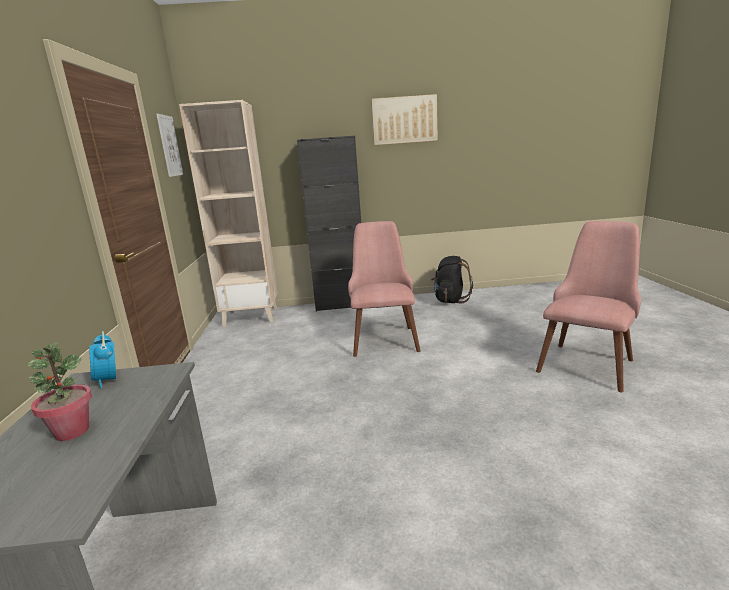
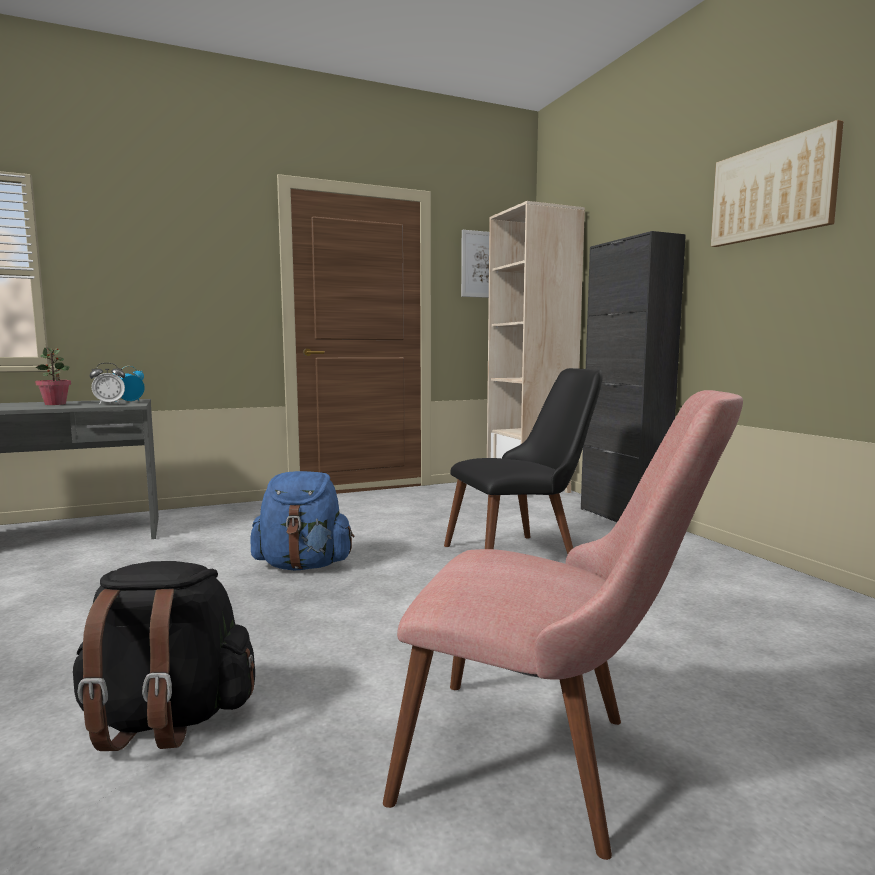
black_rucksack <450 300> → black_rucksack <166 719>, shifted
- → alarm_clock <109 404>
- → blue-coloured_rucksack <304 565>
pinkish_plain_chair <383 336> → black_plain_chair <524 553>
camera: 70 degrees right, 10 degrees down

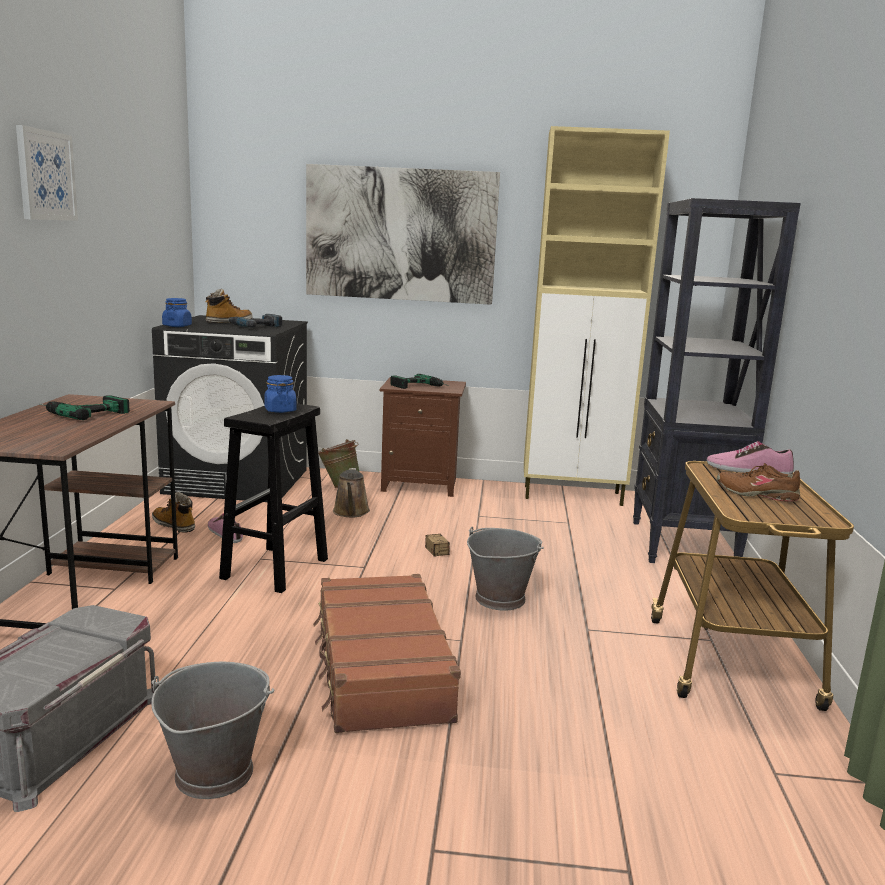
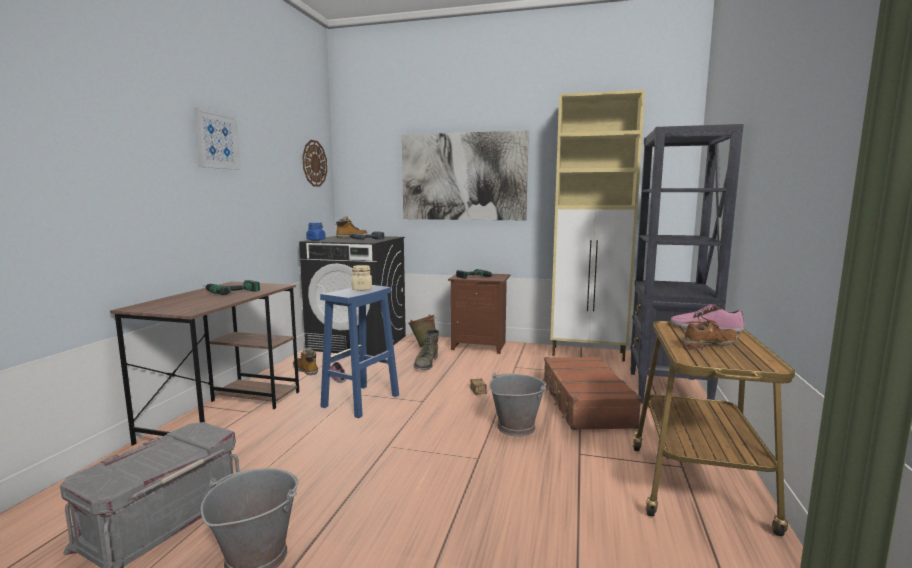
- → hanging_clock <314 163>
black_stool_seat <274 569> → blue-coloured_stool_seat <360 401>
blue-coloured_storage_jar <280 410> → beige_storage_jar <362 289>
brown_sprinkling_can <351 512> → greenish_boot <426 363>
brown_travel_case <380 669> → brown_travel_case <585 404>, shifted
brown_item_of_footwear <756 494> → brown_item_of_footwear <709 345>, 120 degrees clockwise
camera: 10 degrees right, 5 degrees down

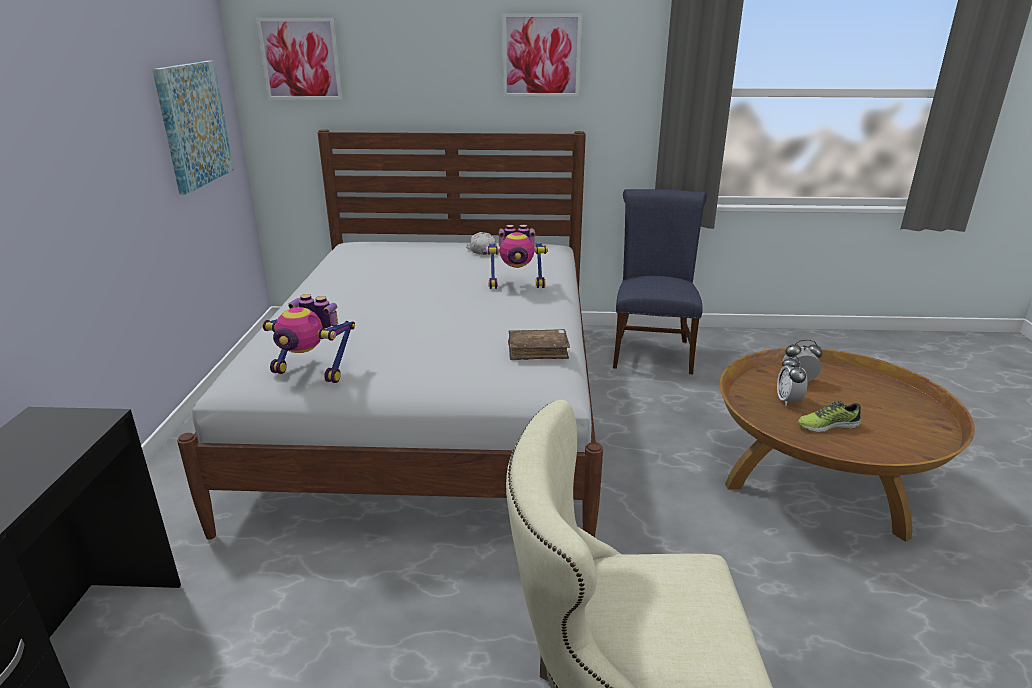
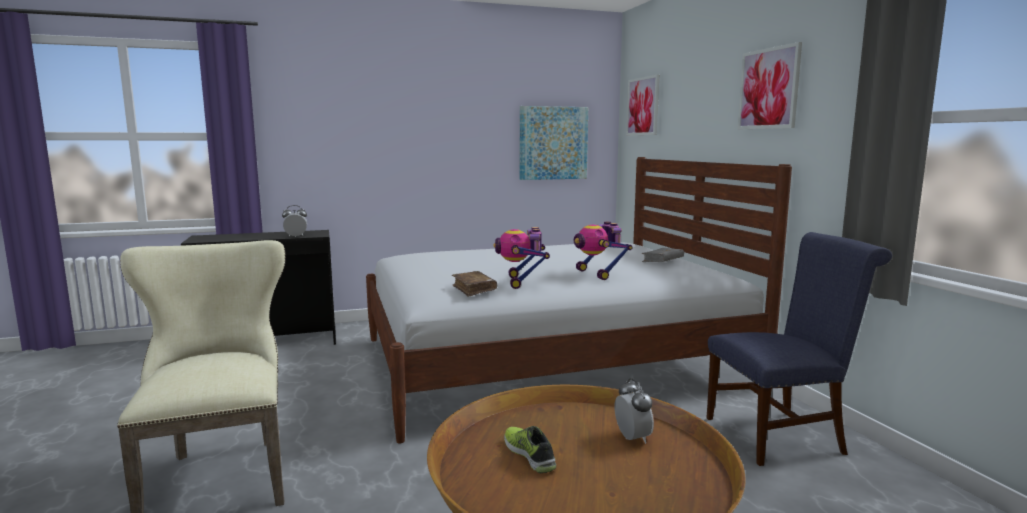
alarm_clock <788 401> → alarm_clock <296 236>, shifted
robot_figure <312 372> → robot_figure <522 282>, shifted
white-coloured_cap <481 250> → greyish_volume <662 261>
camera: 70 degrees right, 15 degrees down

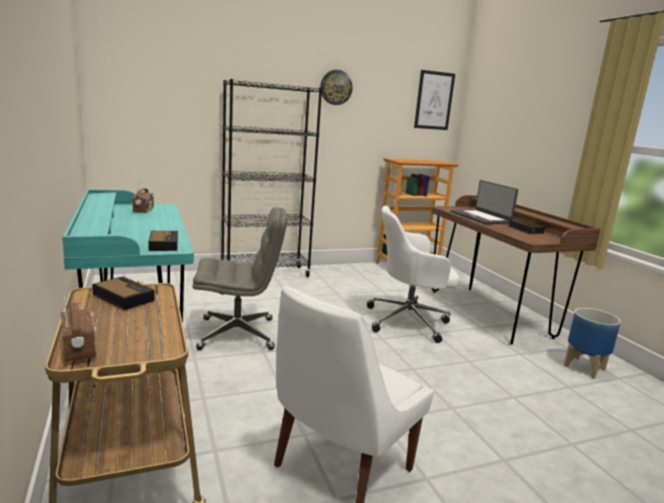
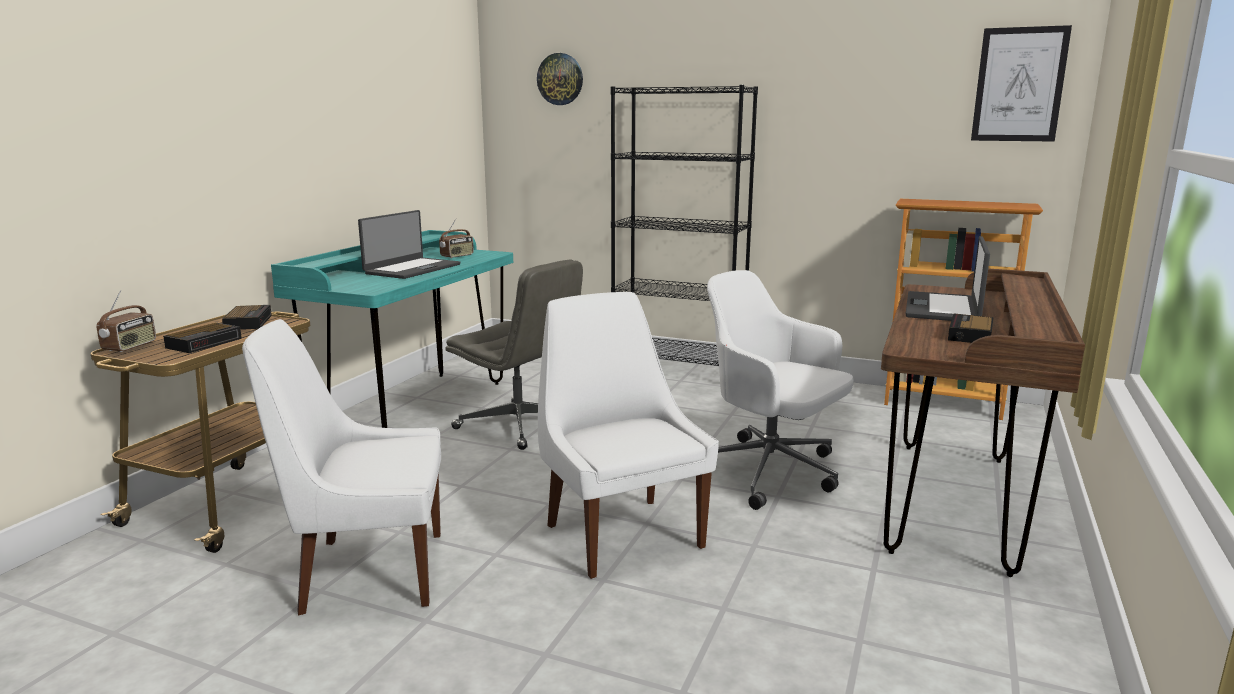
alarm_clock <164 244> → alarm_clock <205 343>, shifted
- → portable_computer <412 269>
hanging_clock <336 87> → hanging_clock <560 79>, shifted
- → white-coloured_plain_chair <621 533>
planter <585 367> → -
camera: 45 degrees right, 0 degrees up

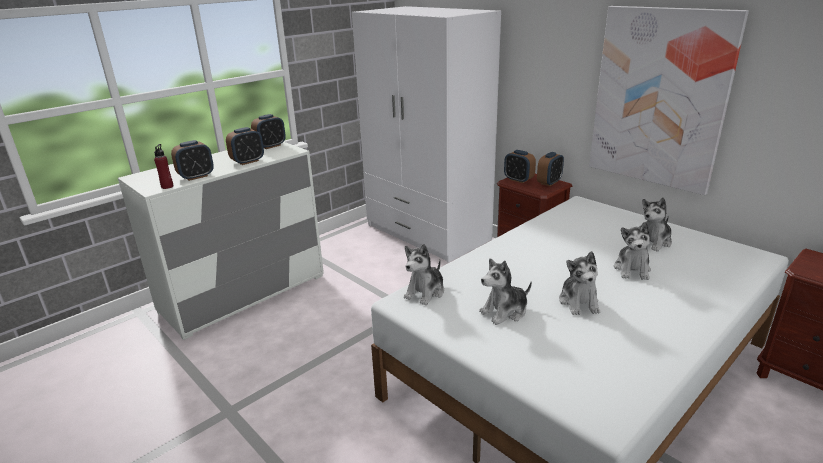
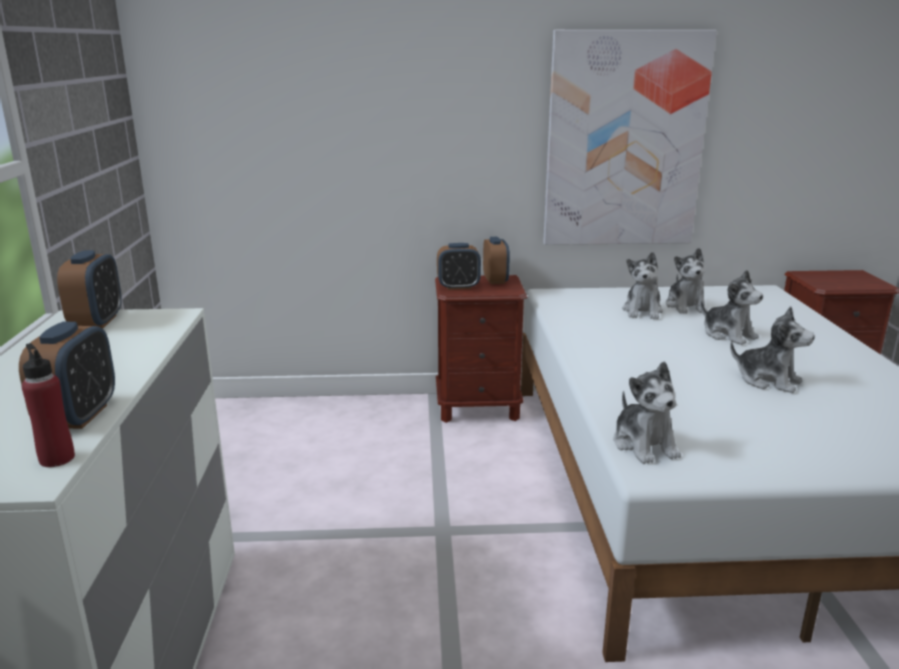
soft_toy <505 312> → soft_toy <642 311>, shifted
alarm_clock <248 161> → -
white-coloured_armoire <427 233> → -
camera: 50 degrees left, 5 degrees down

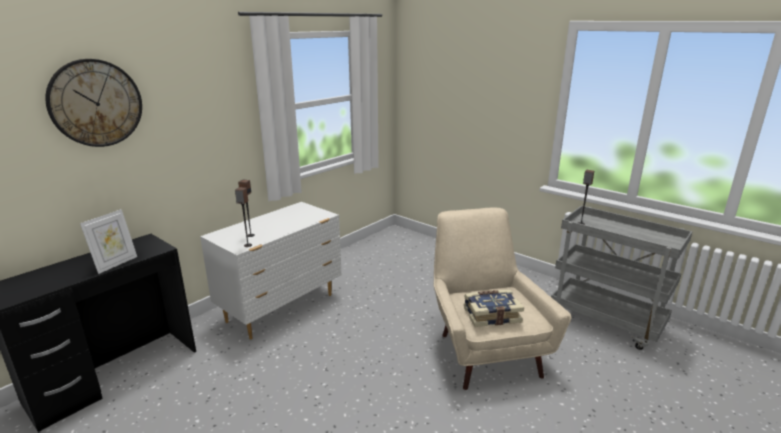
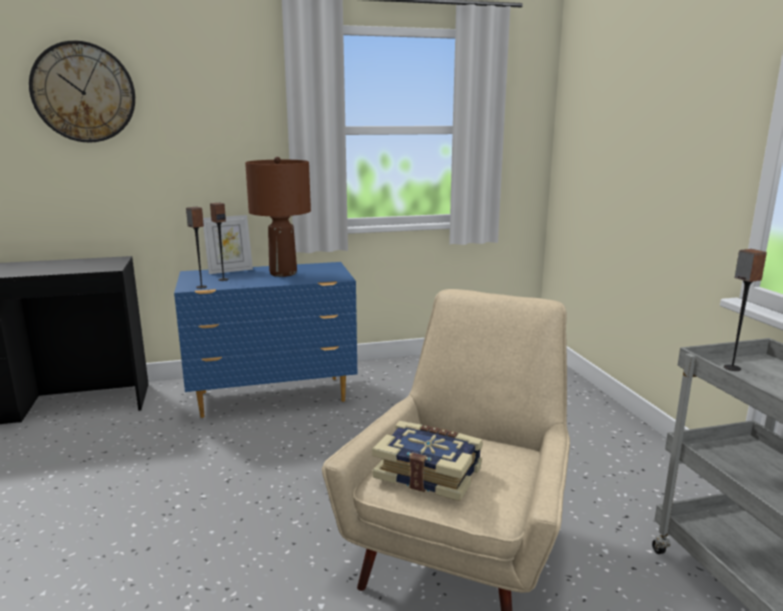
white-coloured_drawer_chest <282 308> → blue-coloured_drawer_chest <274 397>
photo_frame <115 264> → photo_frame <230 270>, shifted
- → brown_tabletop_lamp <284 273>
camera: 35 degrees right, 5 degrees down

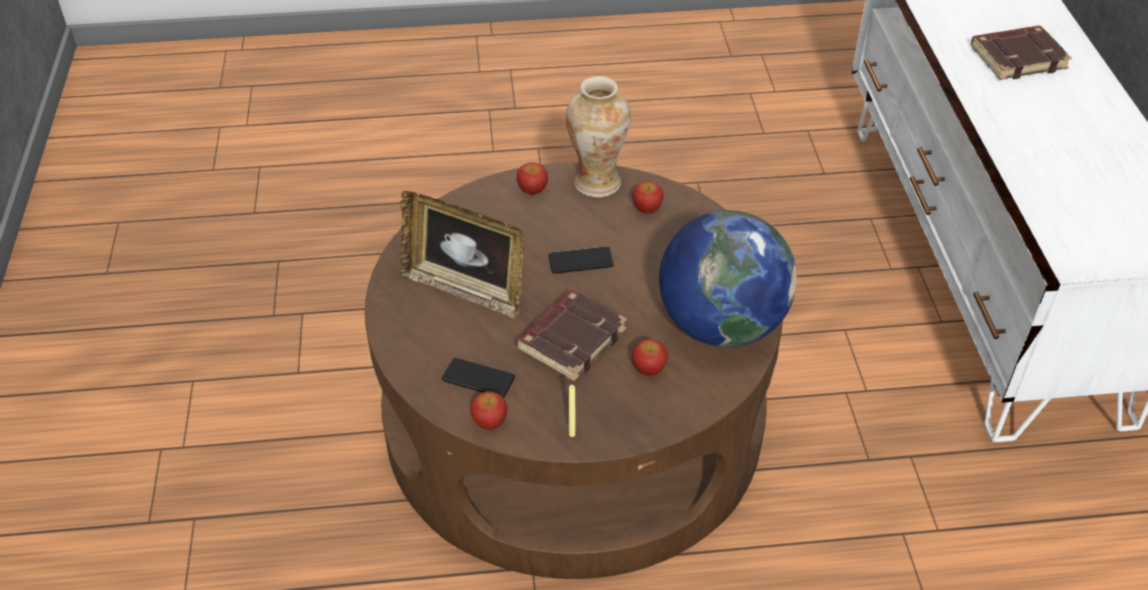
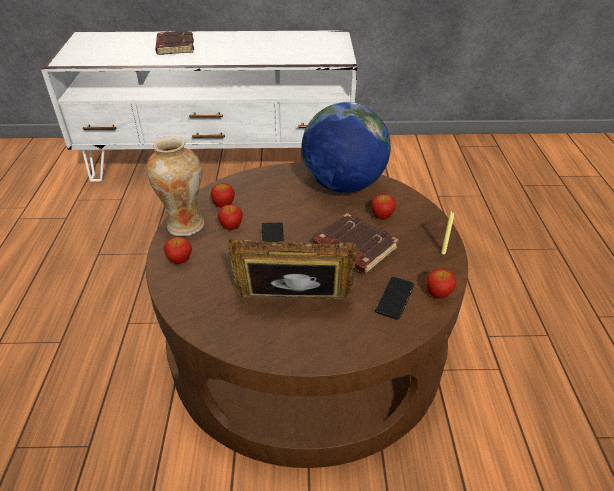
- → whole_apple <231 226>
photo_frame <465 289> → photo_frame <293 304>, 120 degrees counterclockwise
camera: 85 degrees left, 5 degrees down

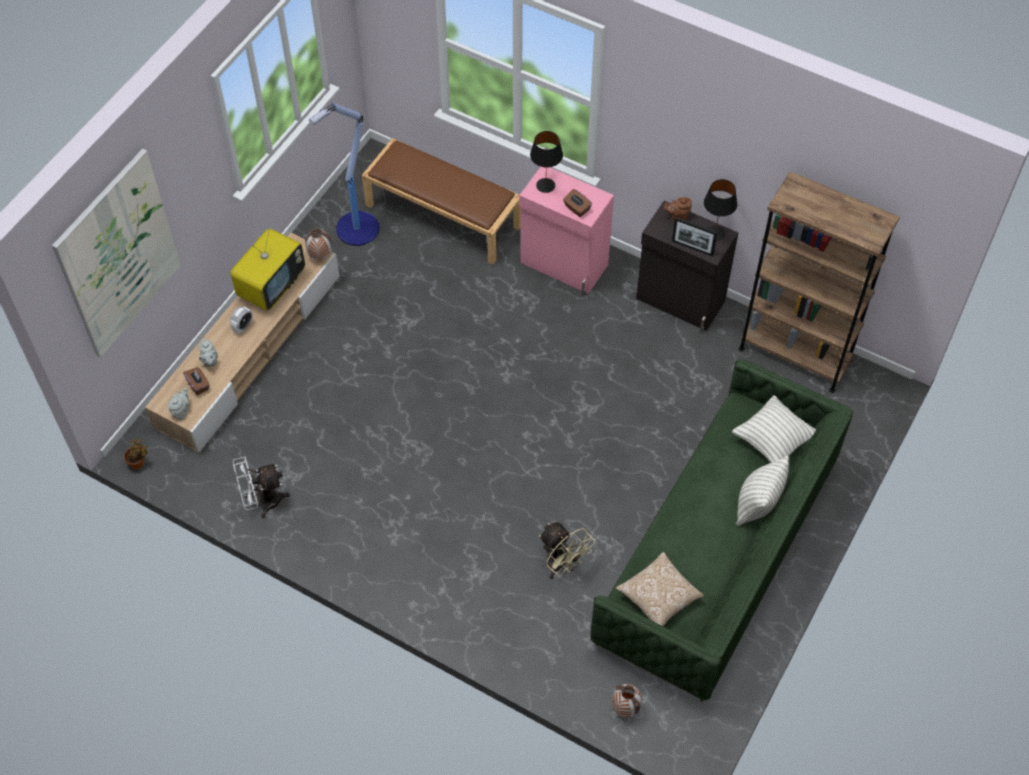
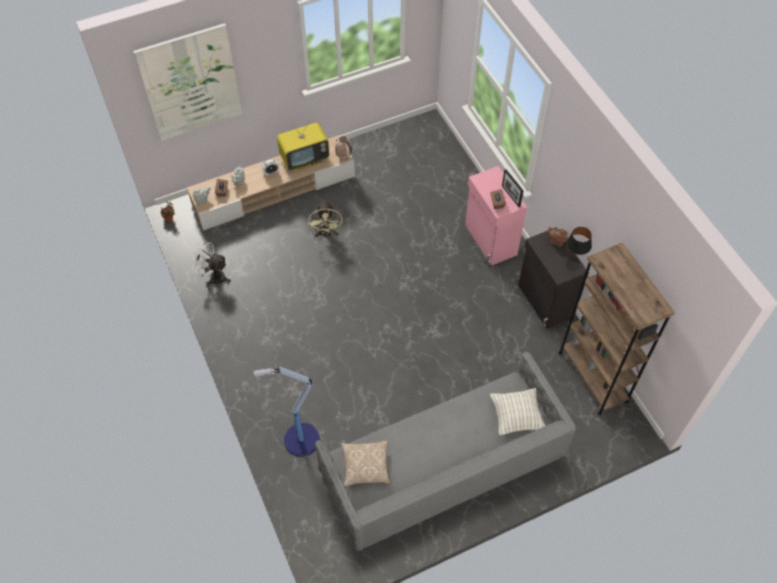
standing_lamp <356 229> → standing_lamp <300 440>, shifted
beige_cooling_fan <562 565> → beige_cooling_fan <326 234>, shifted
greenish_settee <716 553> → greyish_settee <442 467>
photo_frame <692 247> → photo_frame <511 196>, shifted
brown_long_seat <444 215> → -
black_tabletop_lamp <545 185> → -
flower_vase <626 709> → -
cushion <757 504> → -
camera: 35 degrees right, 0 degrees up

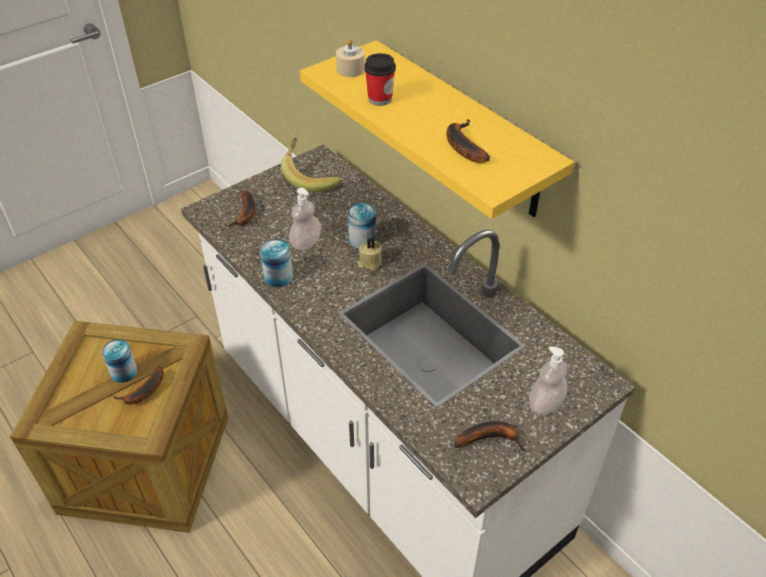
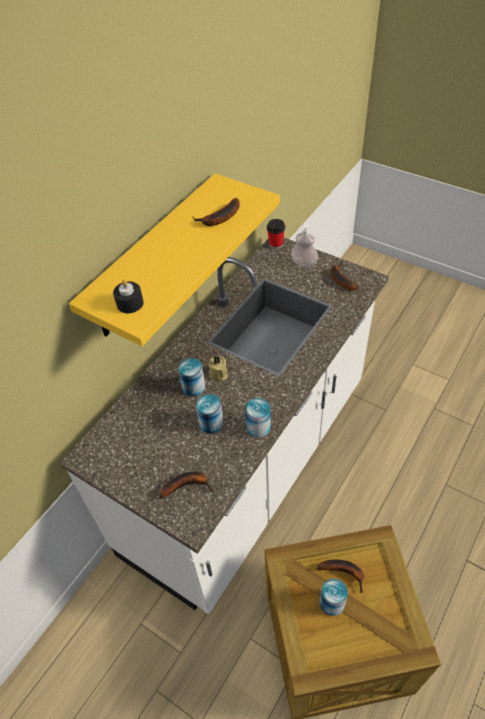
beige_wax_candle <350 69> → black_wax_candle <130 303>
soap_dispenser <306 243> → can <211 423>
cup <380 99> → cup <276 244>, shifted
banana <310 177> → -
camera: 105 degrees left, 5 degrees up

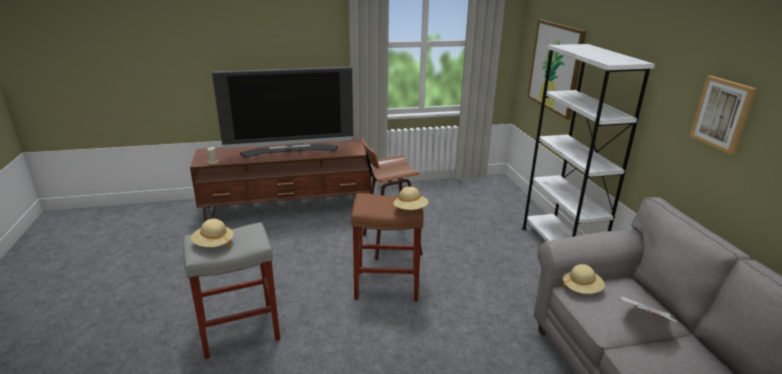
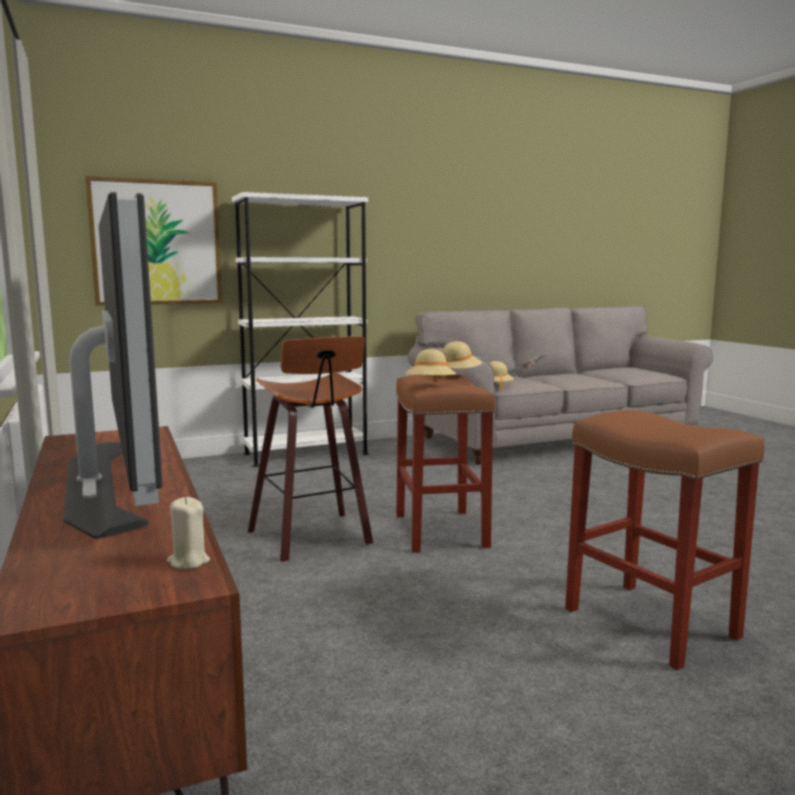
beige_wearable_hat <213 244> → beige_wearable_hat <430 386>, shifted
greyish_stool_seat <241 330> → brown_stool_seat <647 622>
wall_picture <722 114> → -
camera: 100 degrees left, 15 degrees down

